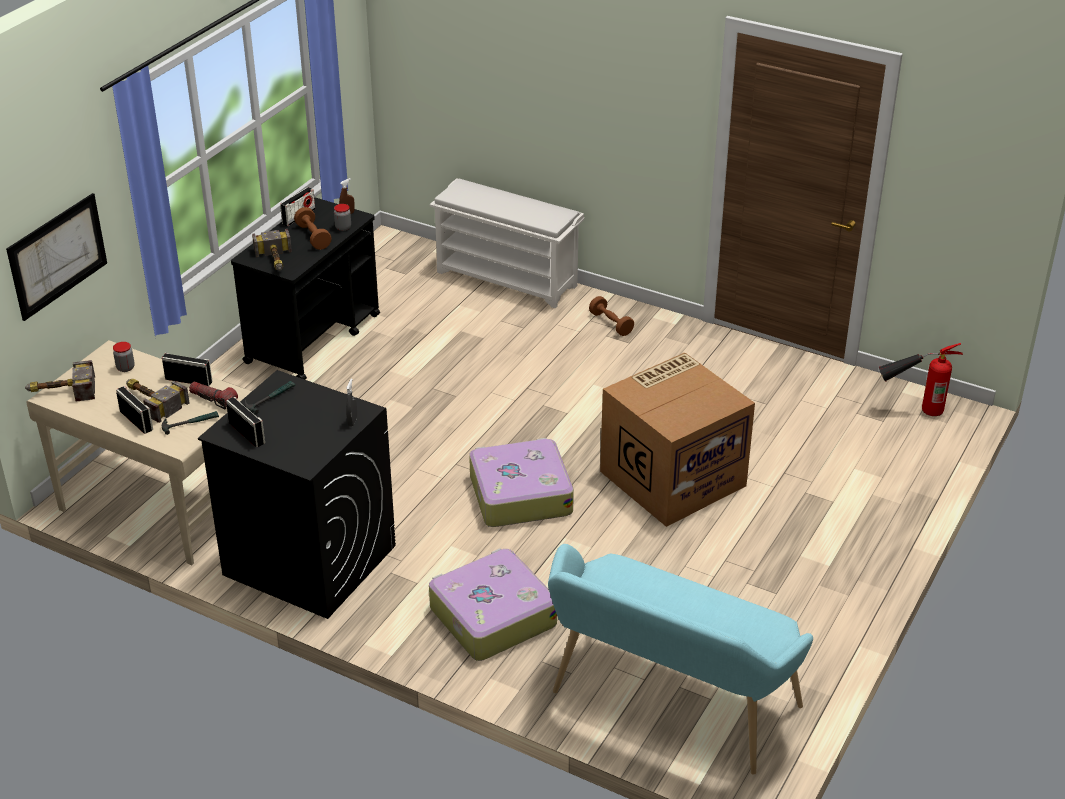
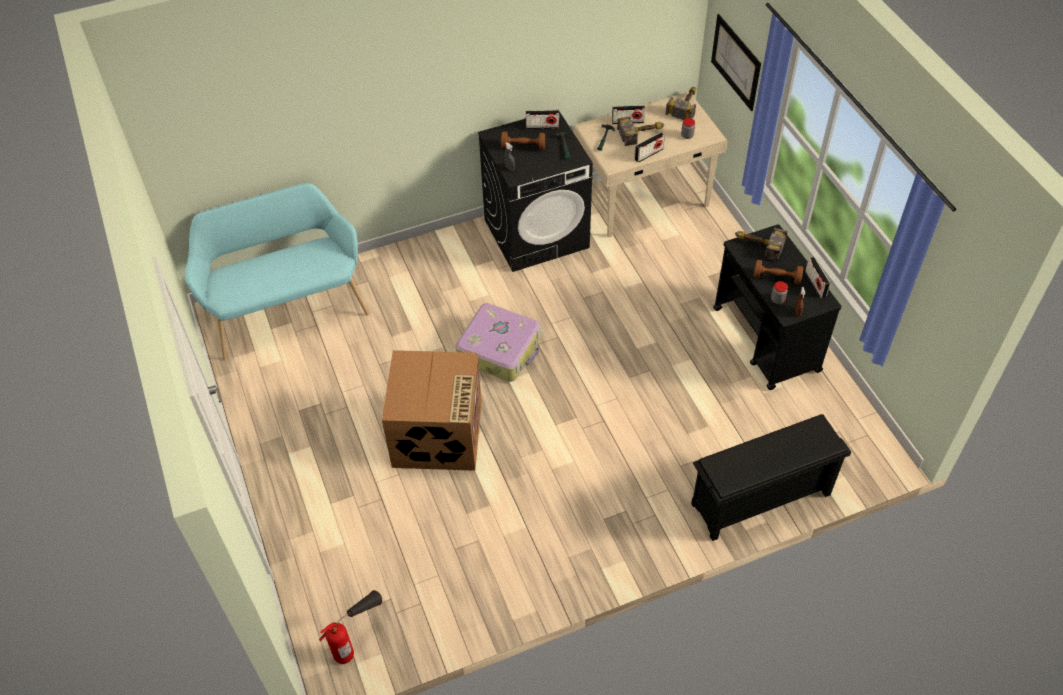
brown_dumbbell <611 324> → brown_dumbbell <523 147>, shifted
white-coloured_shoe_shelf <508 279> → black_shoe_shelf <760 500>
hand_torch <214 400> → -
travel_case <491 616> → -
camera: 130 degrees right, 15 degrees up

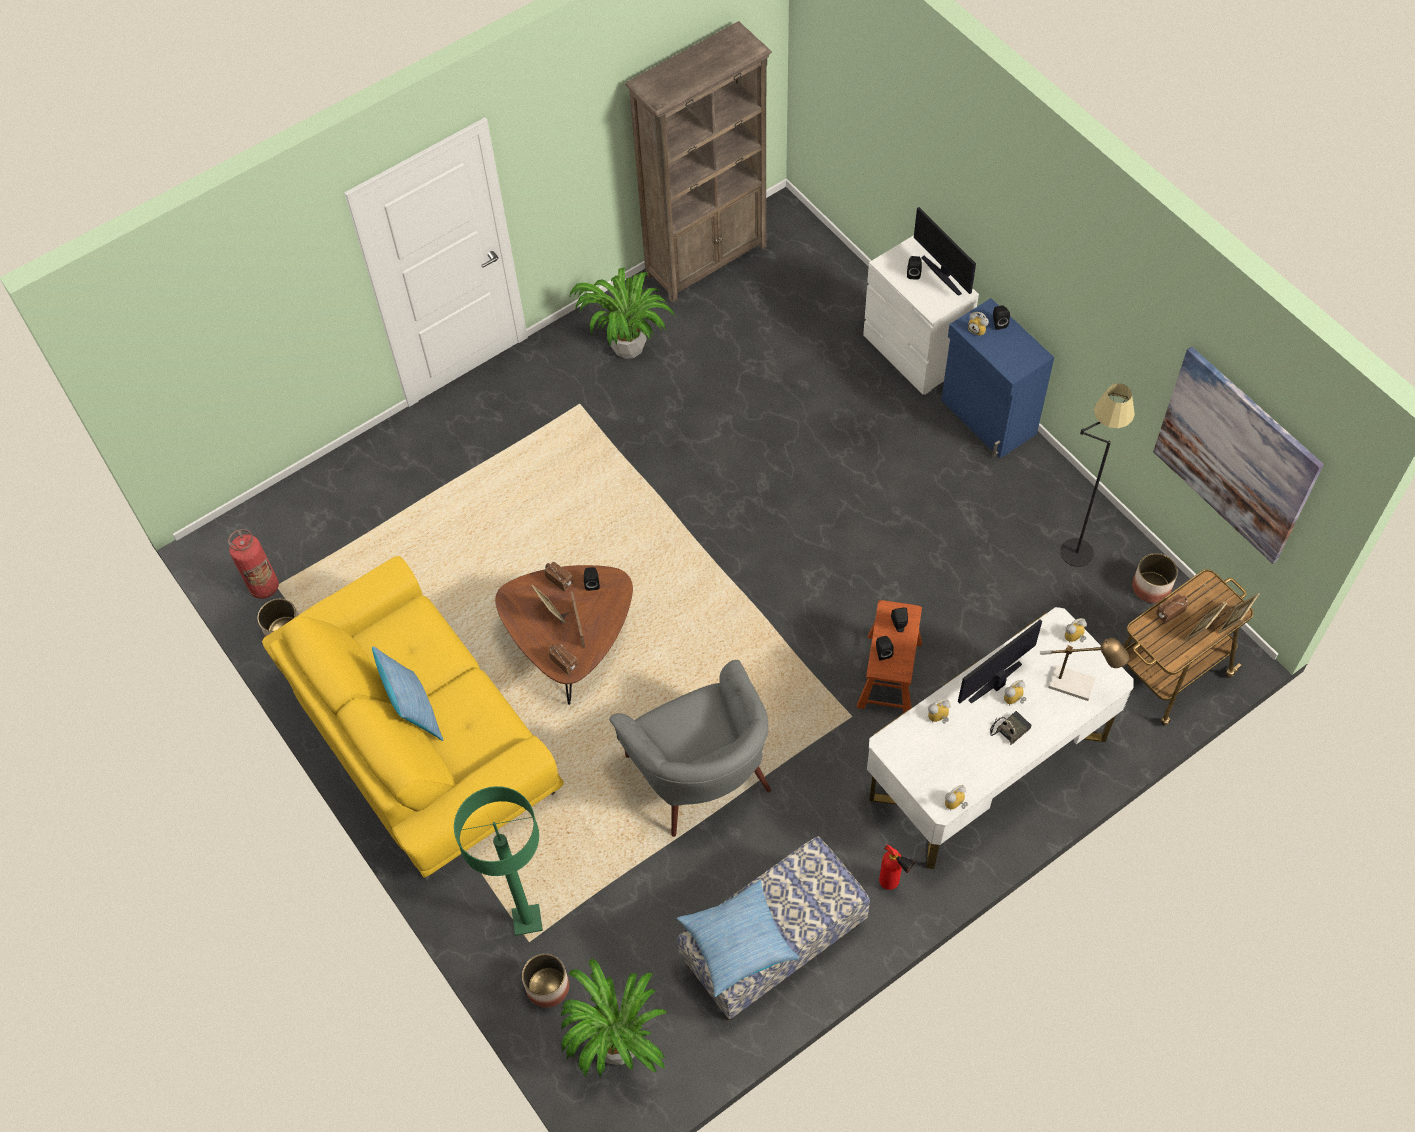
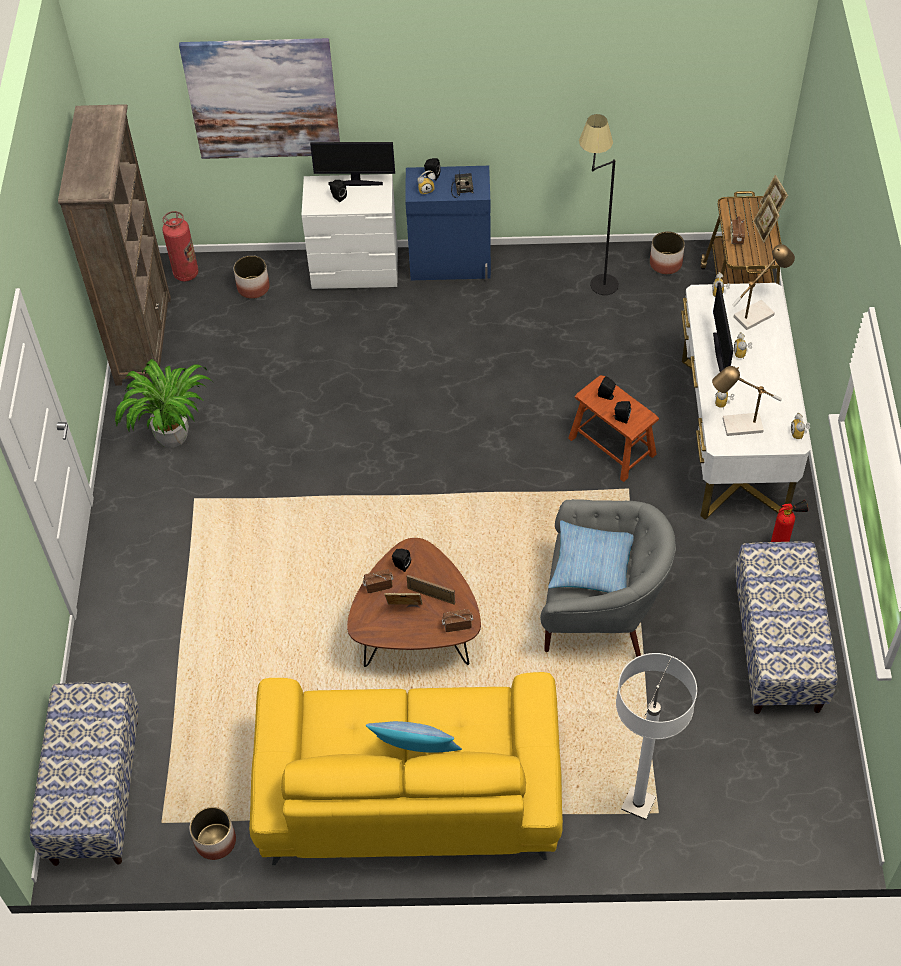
- → long_seat <95 791>
extinguisher <264 587> → extinguisher <186 273>, shifted
wall_picture <1235 455> → wall_picture <263 98>, shifted
planter <547 987> → planter <253 288>, shifted
radio_receiver <1010 729> → radio_receiver <462 187>, shifted
cushion <738 942> → cushion <593 565>, shifted
greenish_standing_lamp <527 920> → white-coloured_standing_lamp <638 804>
- → tabletop_lamp <737 426>
potted_plant <617 1045> → -
camera: 55 degrees left, 5 degrees down

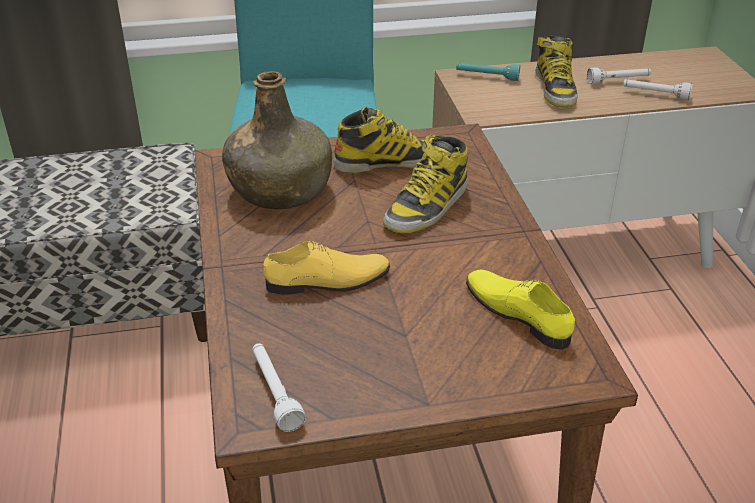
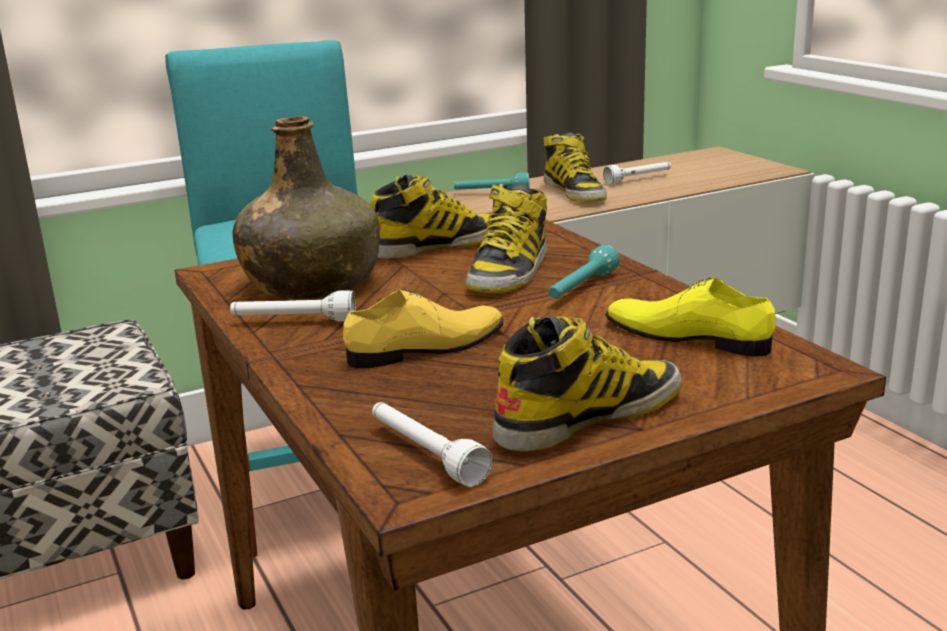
white-coloured_hand_torch <655 94> → white-coloured_hand_torch <293 321>, shifted
- → boot <589 415>
- → blue-green_hand_torch <581 288>
camera: 15 degrees left, 15 degrees down

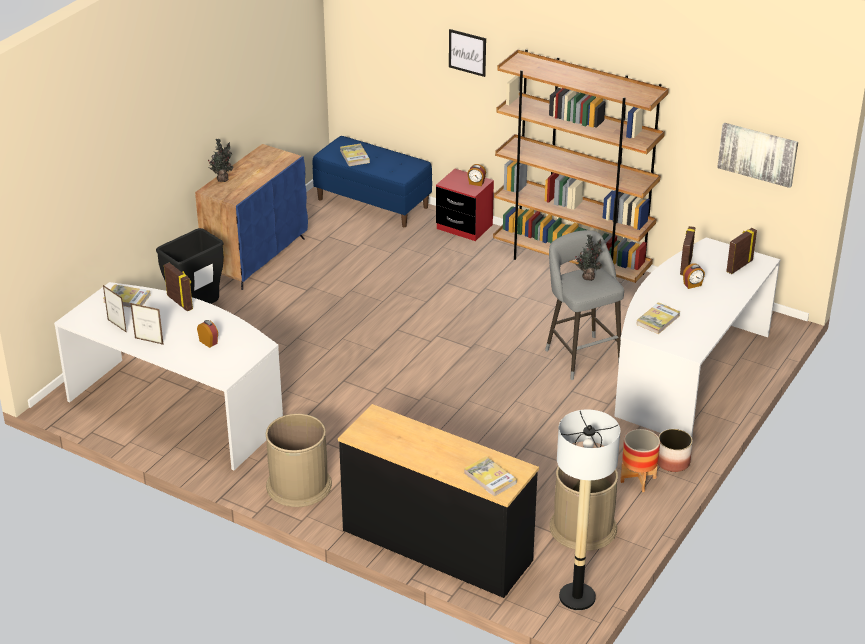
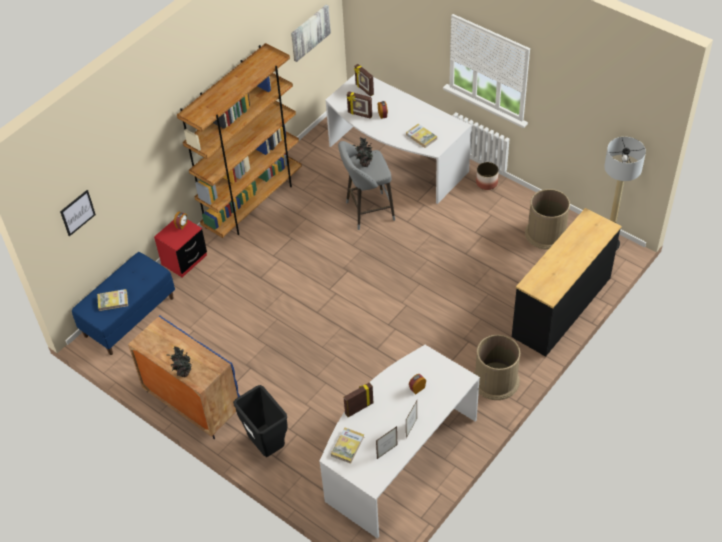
wall_picture <467 52> → wall_picture <77 212>, shifted
volume <490 478> → -
planter <638 480> → -
camera: 80 degrees left, 15 degrees up

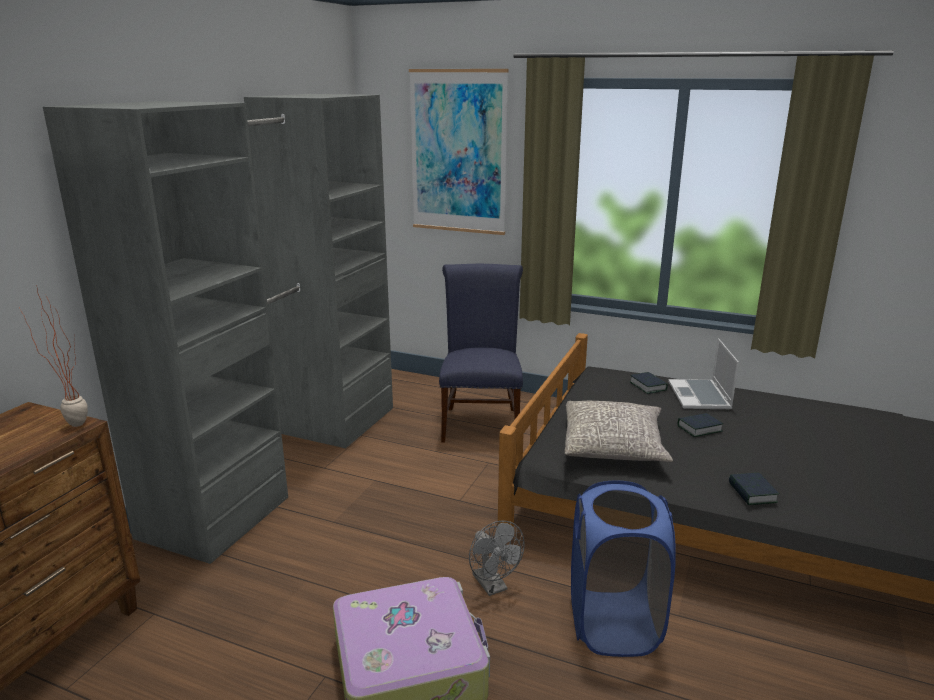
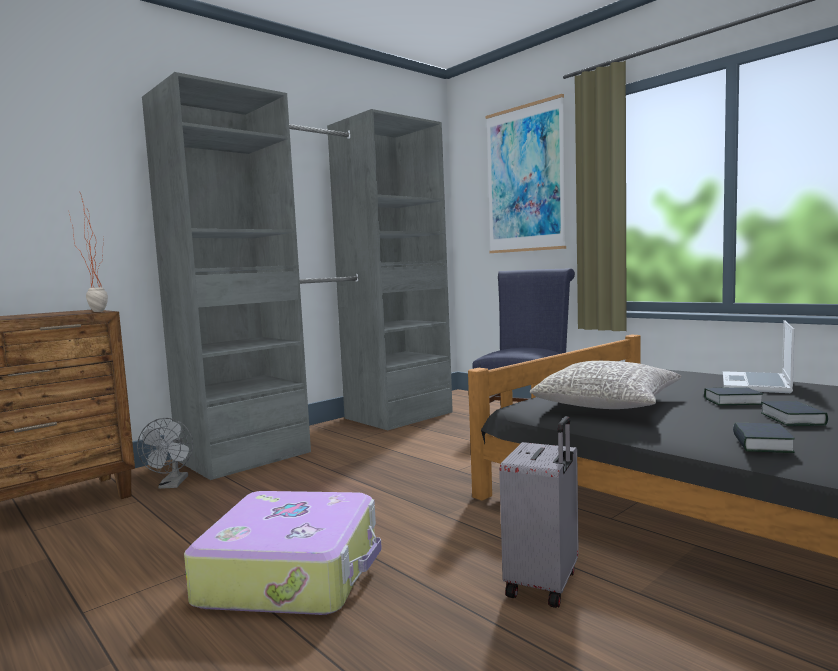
greyish_cooling_fan <493 586> → greyish_cooling_fan <172 485>, shifted
blue-coloured_laundry_basket <613 624> → greyish_travel_case <544 584>
volume <648 386> → volume <792 419>, shifted
camera: 25 degrees right, 15 degrees down

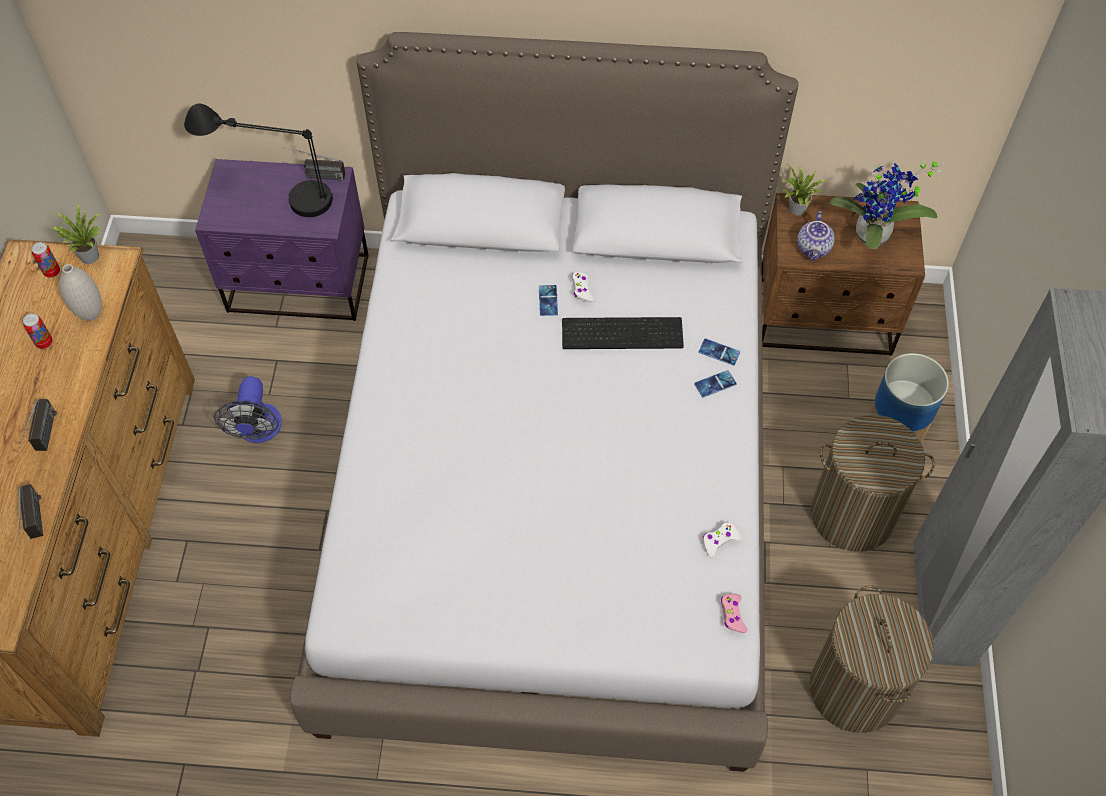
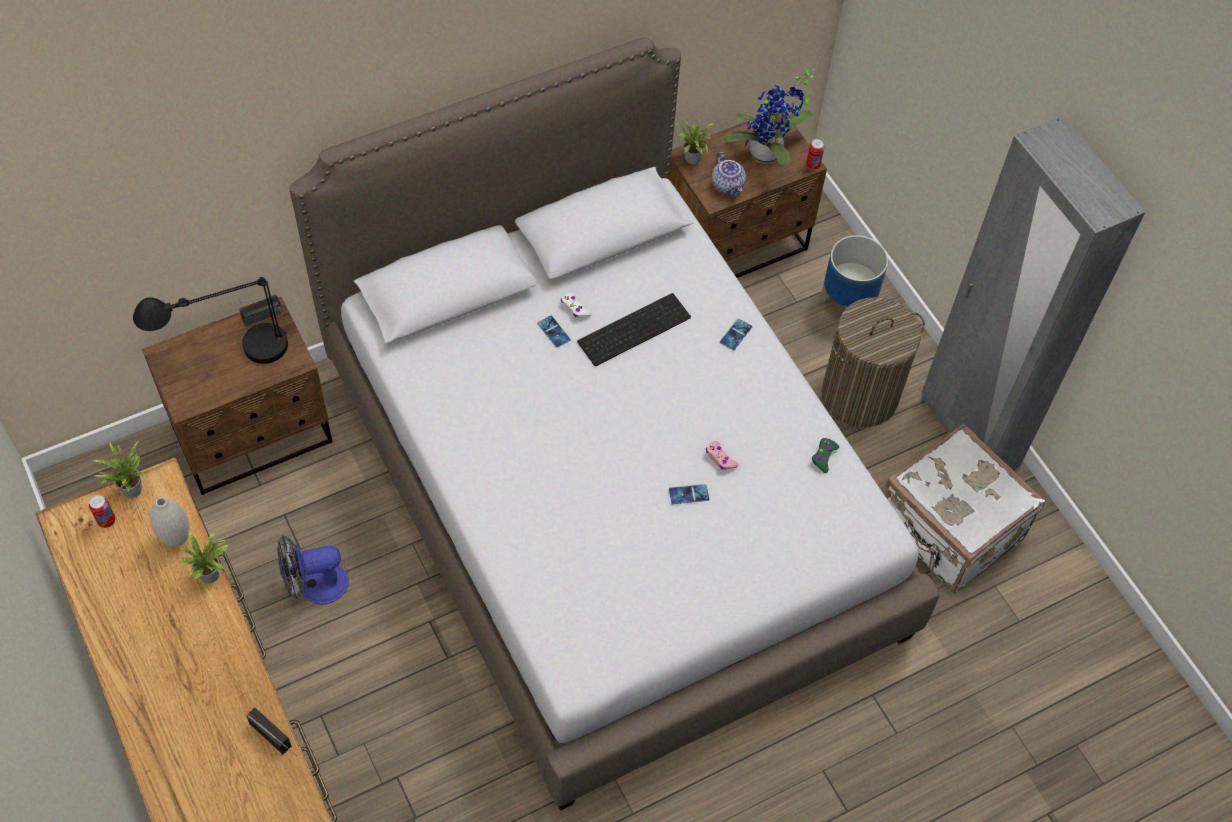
purple_nightstand <299 285> → brown_nightstand <254 436>
- → potted_plant <212 574>
cooling_fan <258 431> → cooling_fan <315 586>, 105 degrees clockwise
phone <719 352> → phone <689 494>, shifted
pinkish_gamepad <732 615> → pinkish_gamepad <720 459>, shifted
can <44 343> → can <813 165>, shifted
white-coloured_gamepad <719 541> → greenish_gamepad <824 457>
laundry_basket <854 689> → white-coloured_travel_case <948 531>
radio_receiver <44 441> → -
camera: 35 degrees left, 0 degrees up

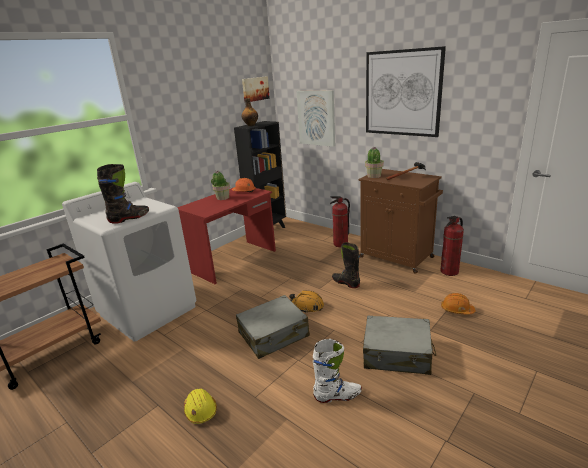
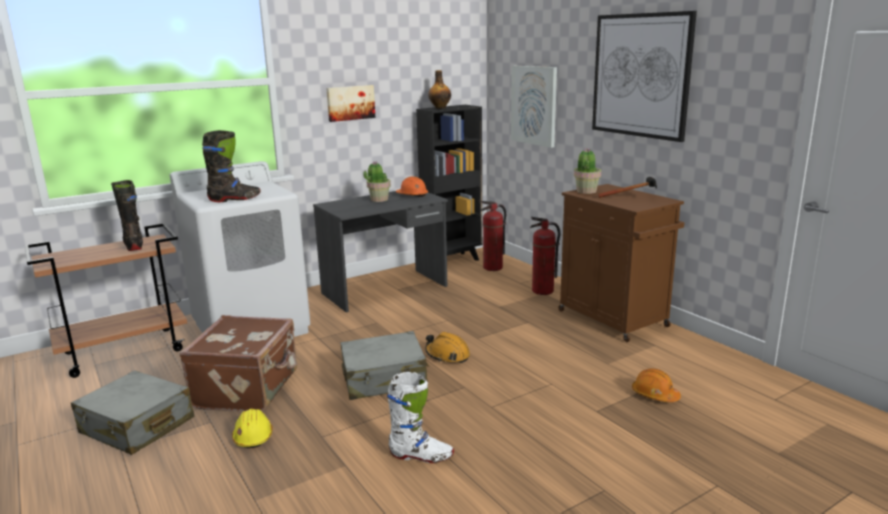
greyish_travel_case <397 354> → greyish_travel_case <137 426>, shifted
black_boot <346 283> → black_boot <134 245>, shifted
- → brown_travel_case <248 389>
red_desk <234 261> → greyish_desk <386 290>
wall_picture <255 89> → wall_picture <350 103>, shifted
extinguisher <449 271> → extinguisher <493 268>, shifted
camera: 15 degrees right, 5 degrees down

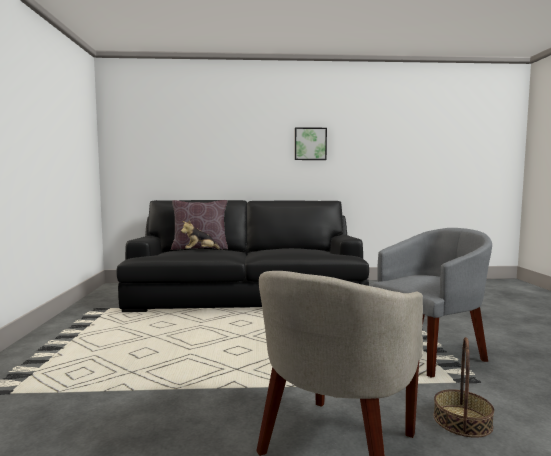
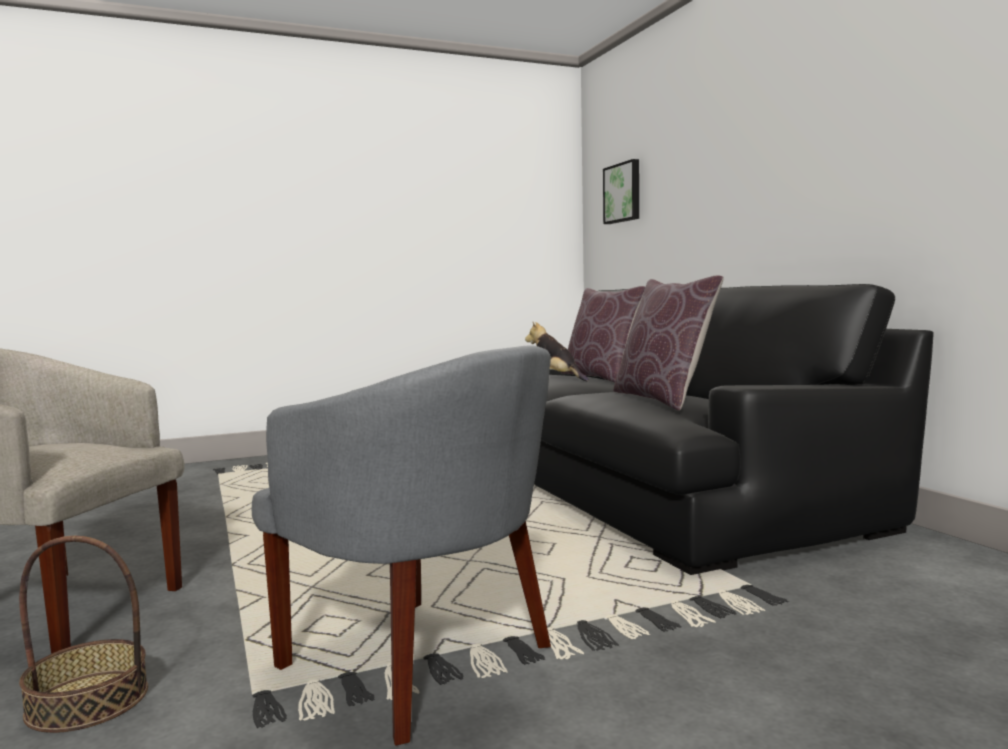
wall_picture <310 144> → wall_picture <623 193>, shifted
- → brown_cushion <663 399>
camera: 70 degrees right, 0 degrees up

